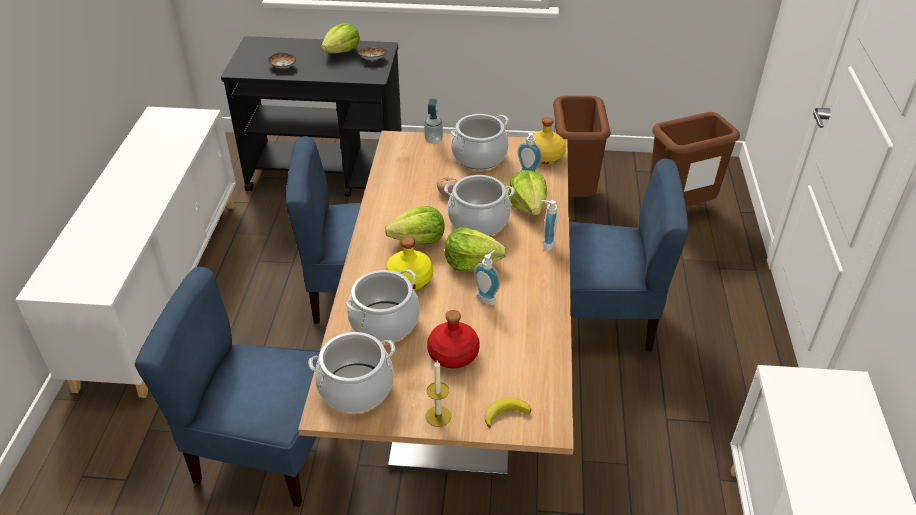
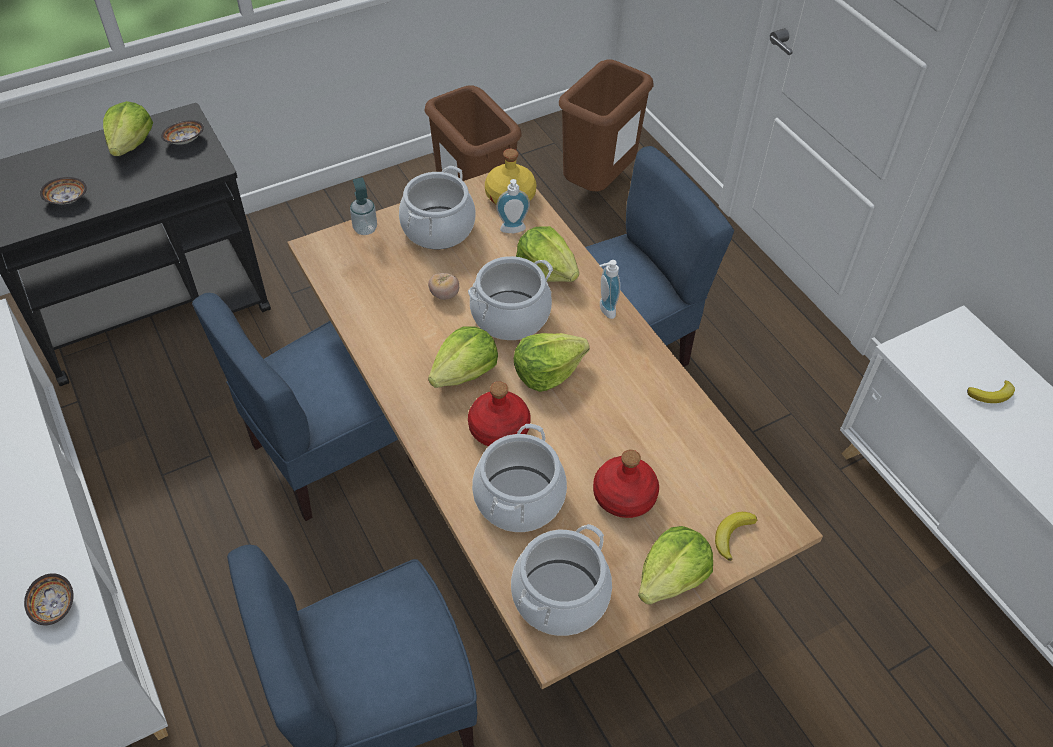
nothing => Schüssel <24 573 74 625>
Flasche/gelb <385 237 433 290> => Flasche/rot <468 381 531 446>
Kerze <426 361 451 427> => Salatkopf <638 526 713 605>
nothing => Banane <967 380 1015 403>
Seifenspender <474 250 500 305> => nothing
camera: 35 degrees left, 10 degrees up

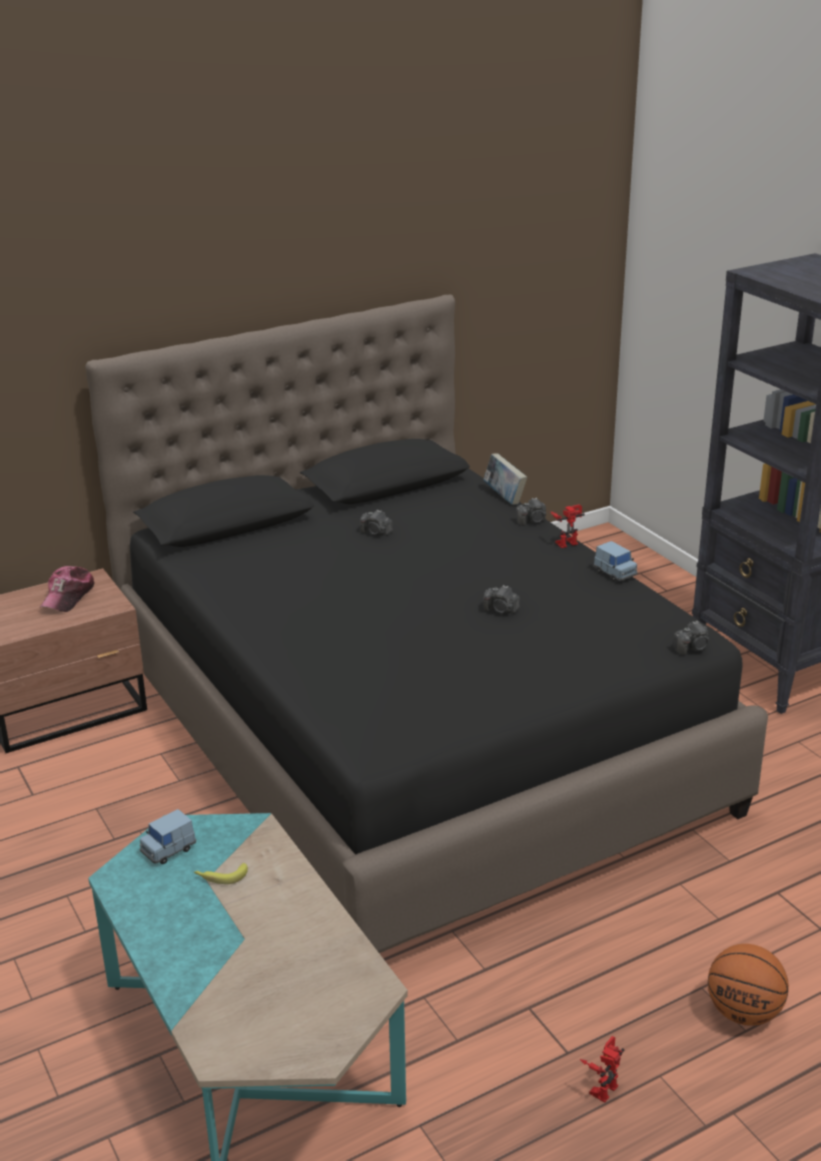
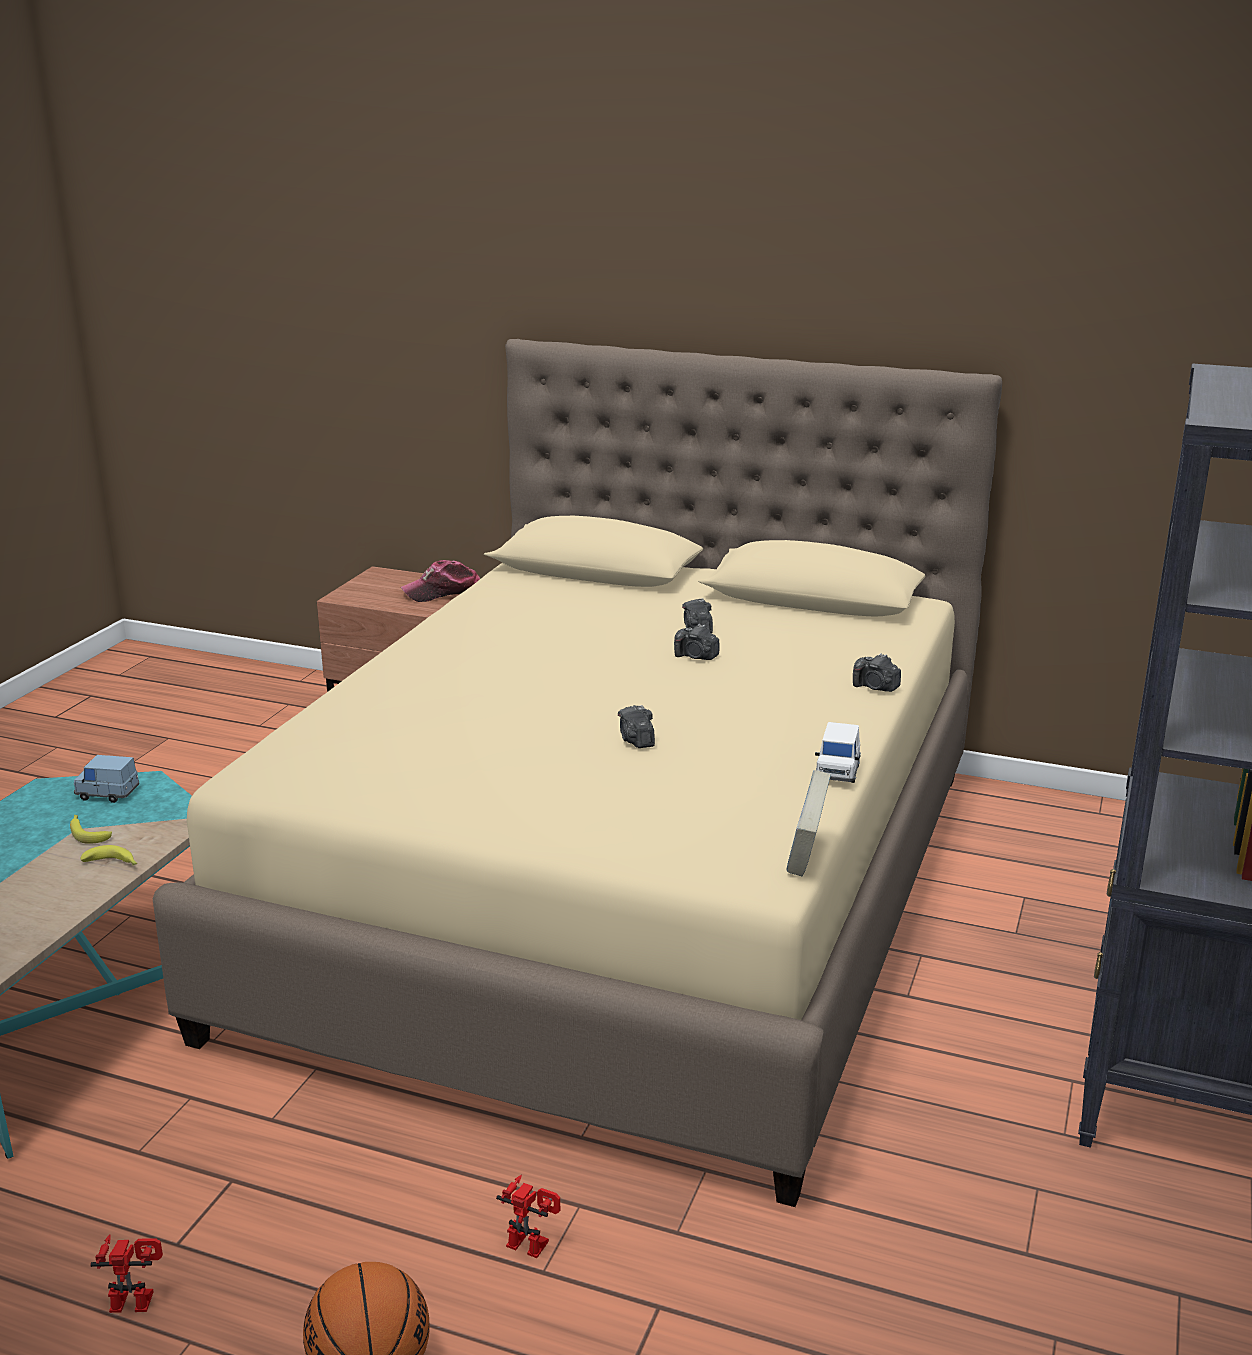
nothing => Banane <80 845 137 865>
Bett/schwarz <85 295 768 953> => Bett/beige <153 339 1002 1207>
Spielzeugroboter <550 504 585 548> => Spielzeugroboter <496 1175 560 1258>, moved
Kamera <673 621 710 655> => Kamera <674 624 719 660>, moved
Buch <483 453 527 505> => Buch <786 770 831 876>, moved
Spielzeugauto/blau <594 541 638 582> => Spielzeugauto/weiß <815 722 861 783>
camera: 50 degrees right, 5 degrees down

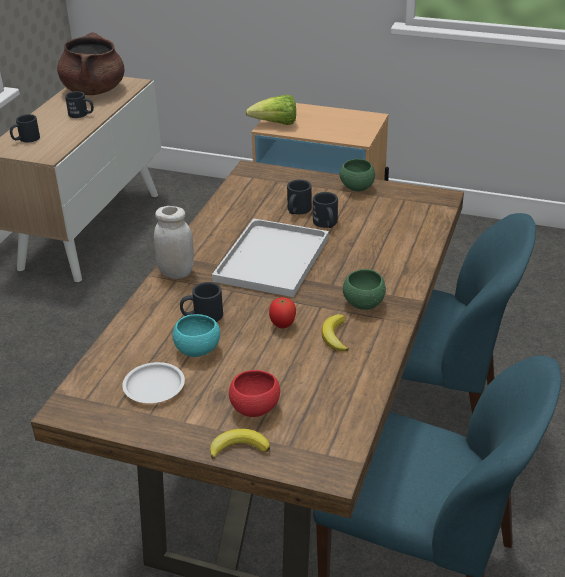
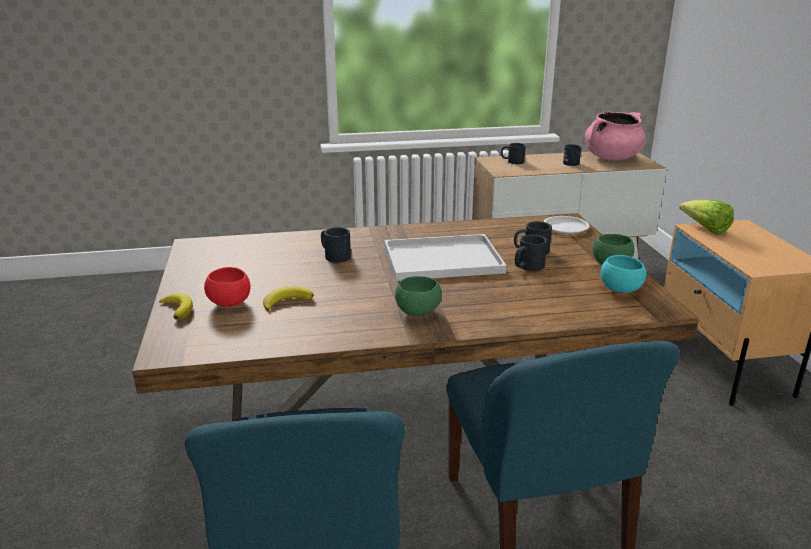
Banane <321 314 349 351> => Banane <263 286 313 311>, moved
Teller/weiß <123 362 185 403> => Teller/weiß <544 216 590 234>, moved
Kochtopf/braun <57 32 124 95> => Kochtopf/rosa <585 112 646 160>
Schüssel/türkis <173 314 220 357> => Schüssel/türkis <600 255 646 293>, moved
Vorratsglas/weiß <154 206 194 279> => nothing
Tomate <269 297 296 328> => nothing
camera: 60 degrees right, 10 degrees down

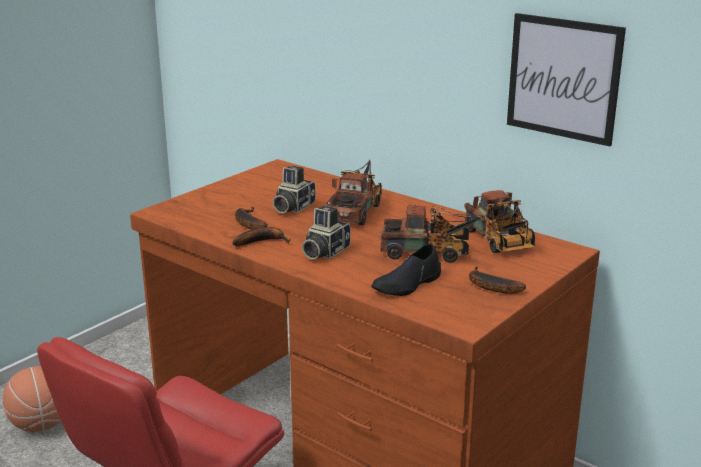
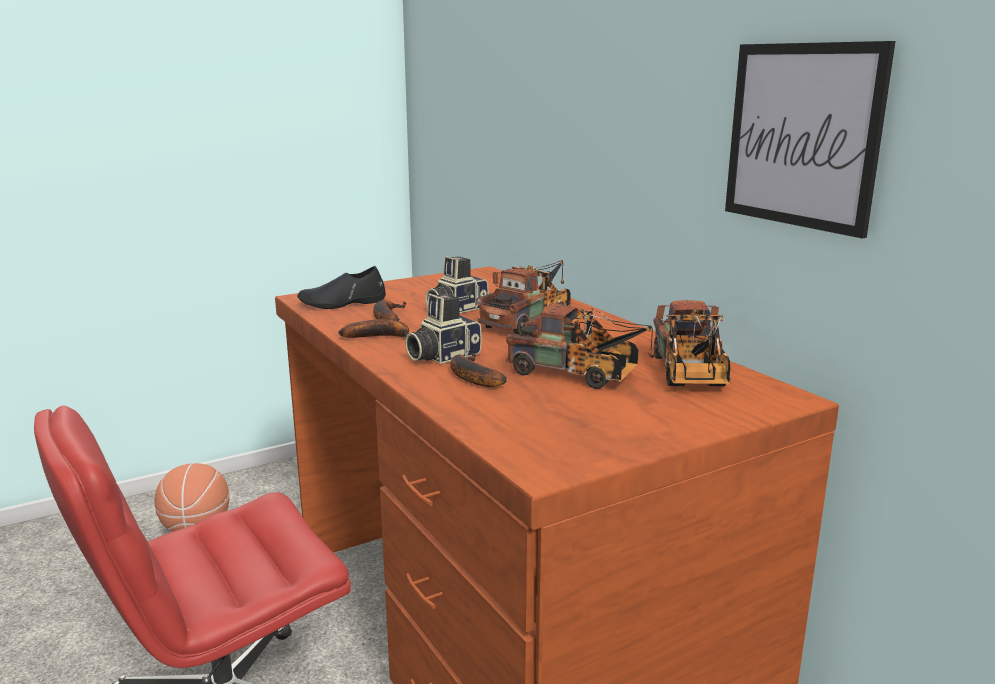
Schuh/schwarz <371 243 441 296> => Schuh/schwarz <297 266 386 309>, moved
Banane <469 267 526 294> => Banane <450 353 507 387>, moved
camera: 20 degrees right, 5 degrees down

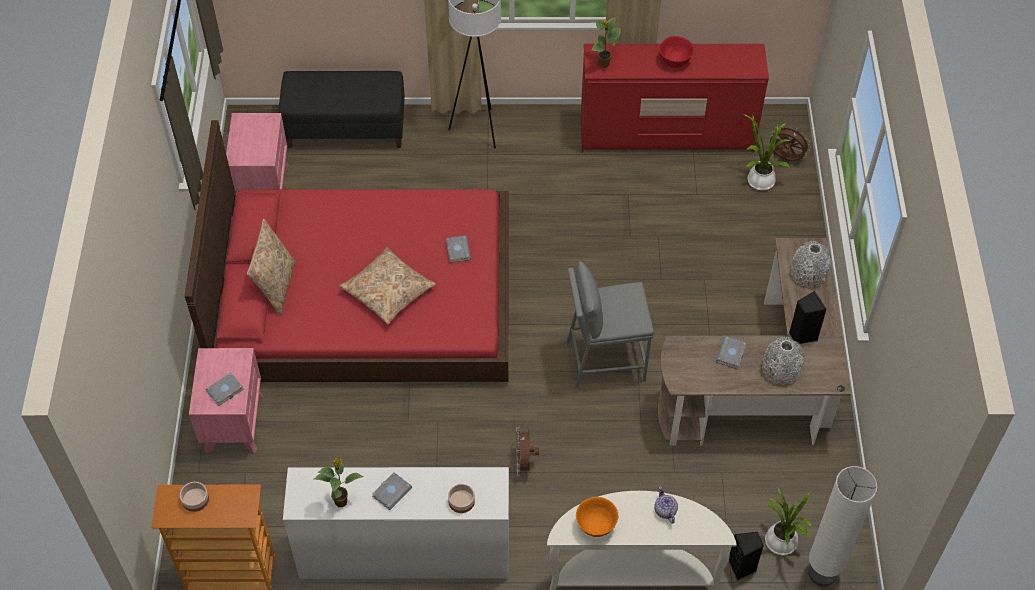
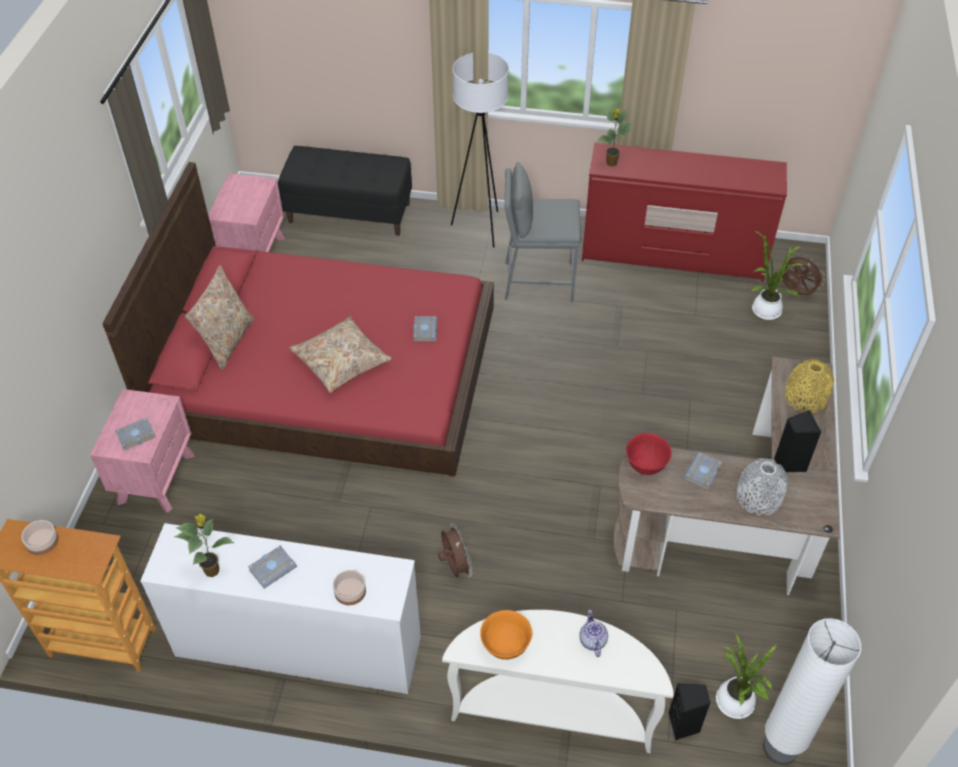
Ventilator/braun <516 427 539 476> => Ventilator/braun <438 524 473 578>, 150 degrees clockwise
Hocker/grau <566 261 654 388> => Hocker/grau <504 162 581 302>, moved
Schüssel/rot <659 36 694 68> => Schüssel/rot <626 433 672 475>, moved
Vase/grau <791 241 831 287> => Vase/gelb <785 359 834 413>
camera: 10 degrees right, 5 degrees down

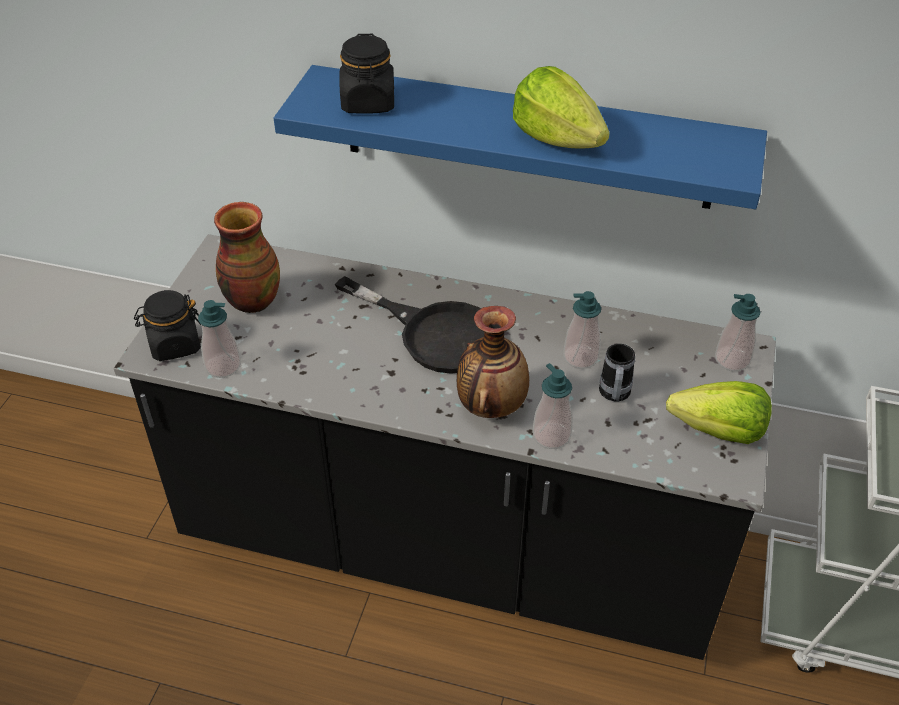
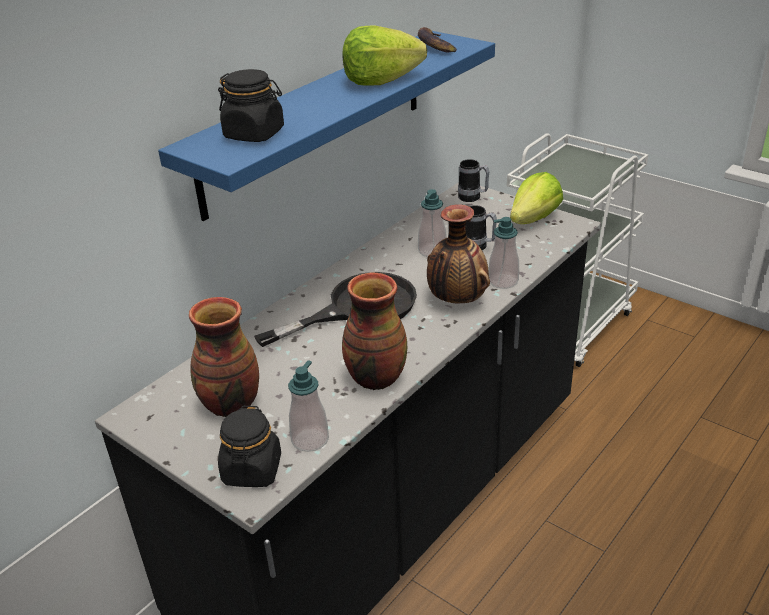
nothing => Vase <342 272 407 390>
nothing => Banane <418 27 457 53>
Seifenspender <715 294 761 371> => Henkelbecher <458 159 490 202>
camera: 65 degrees left, 10 degrees down

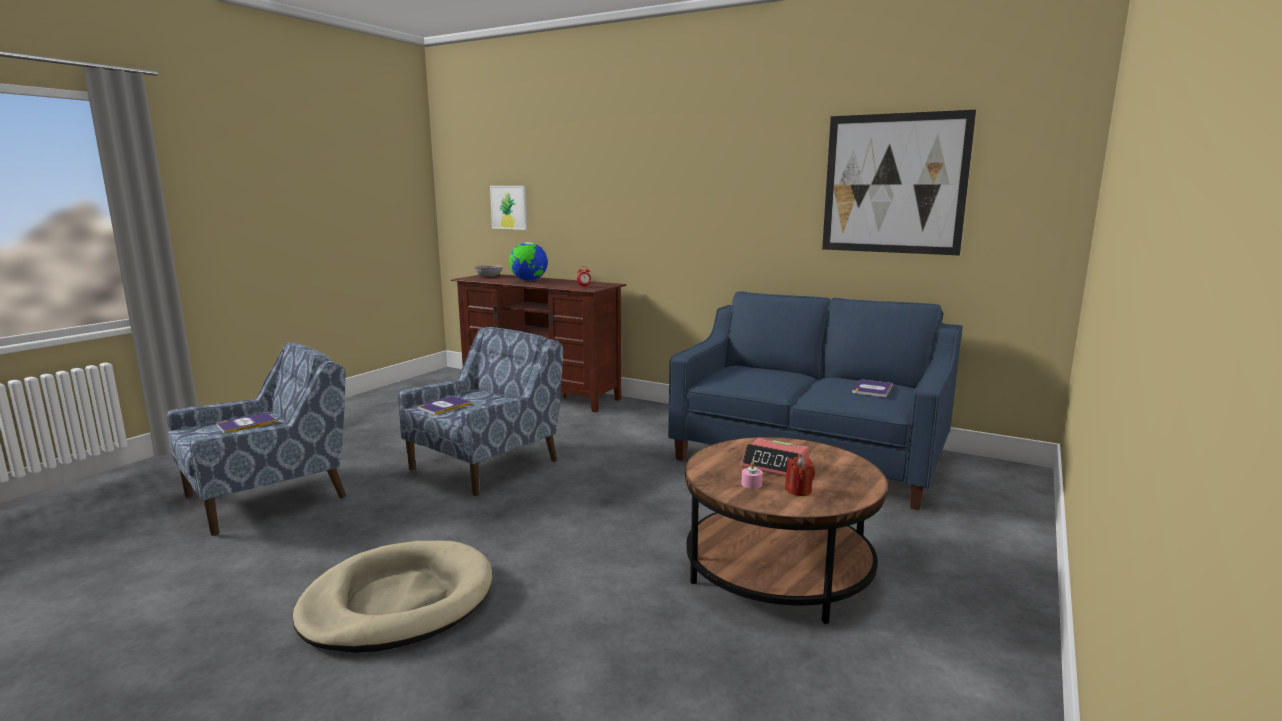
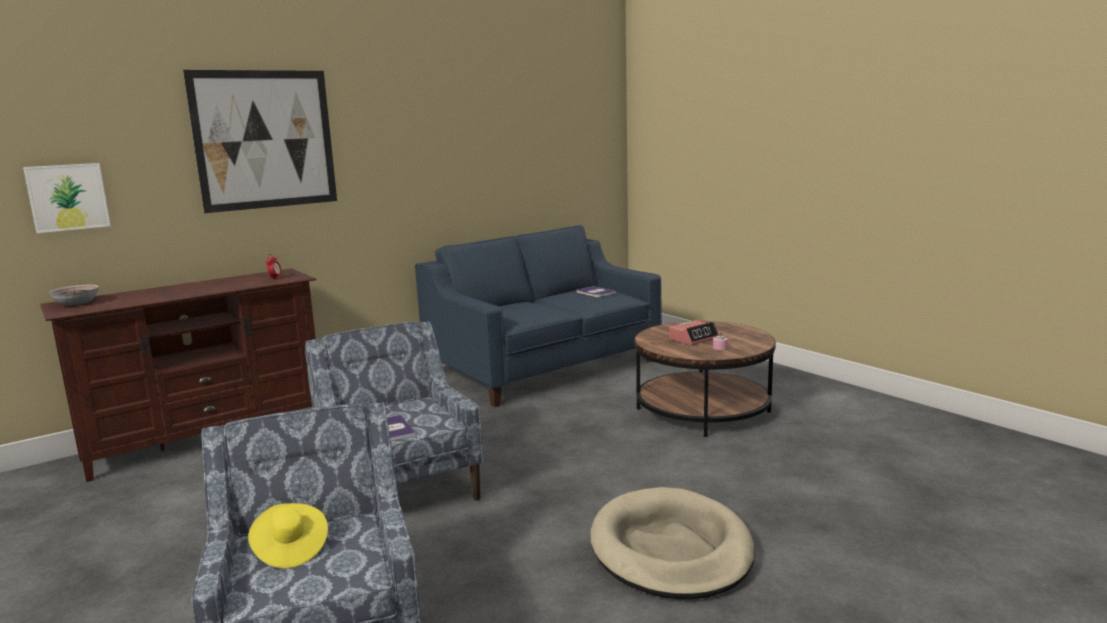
Bild <822 110 976 255> => Bild <183 70 337 213>, moved
Buch <217 413 277 433> => Hut/gelb <248 503 328 568>
Globus <509 242 548 281> => nothing
Kerze/rot <785 456 815 496> => nothing
camera: 65 degrees left, 0 degrees up

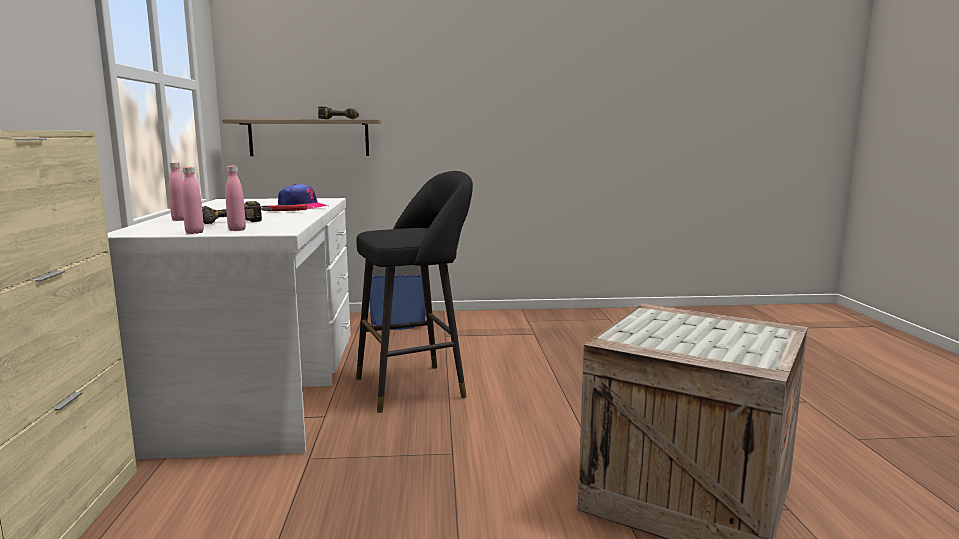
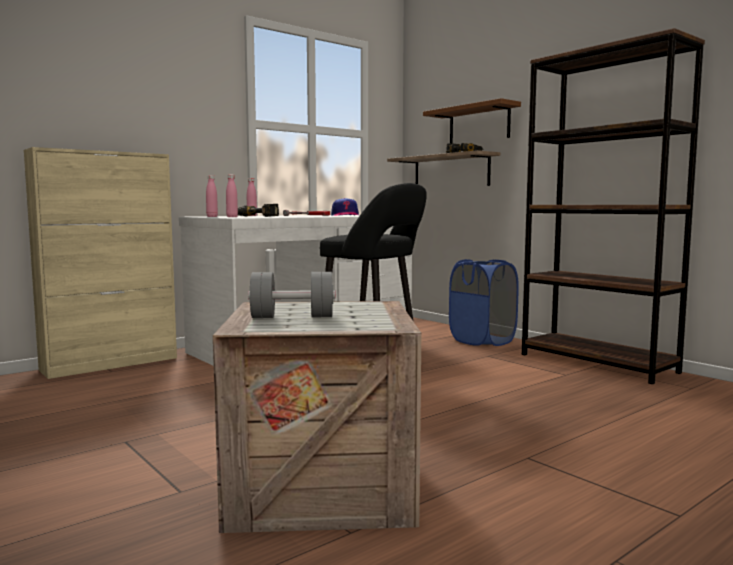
nothing => Hantel/grau <248 272 335 318>
nothing => Wandregal/braun <423 98 521 144>
nothing => Bücherregal/braun <522 28 705 384>
camera: 55 degrees right, 5 degrees down

